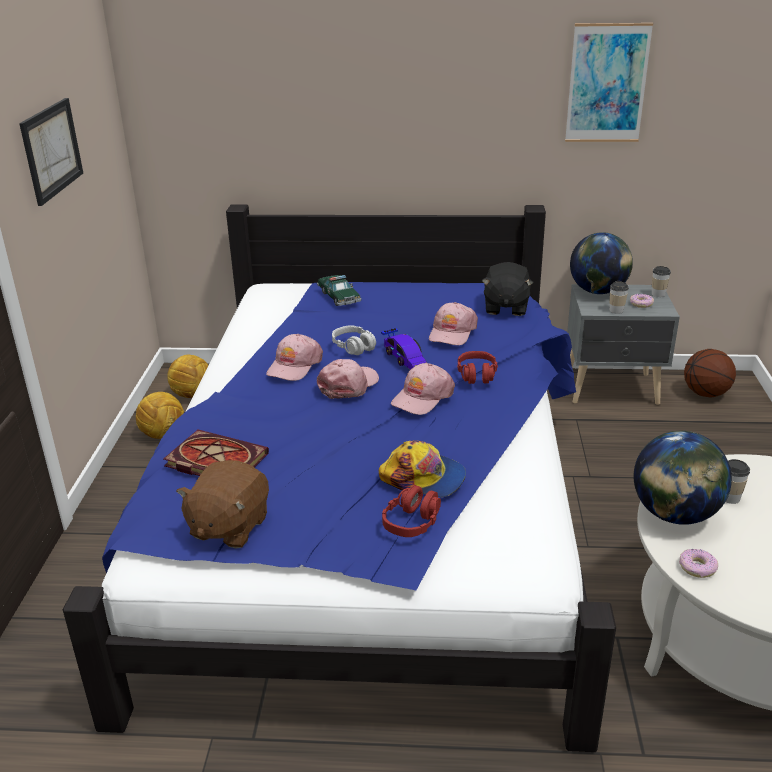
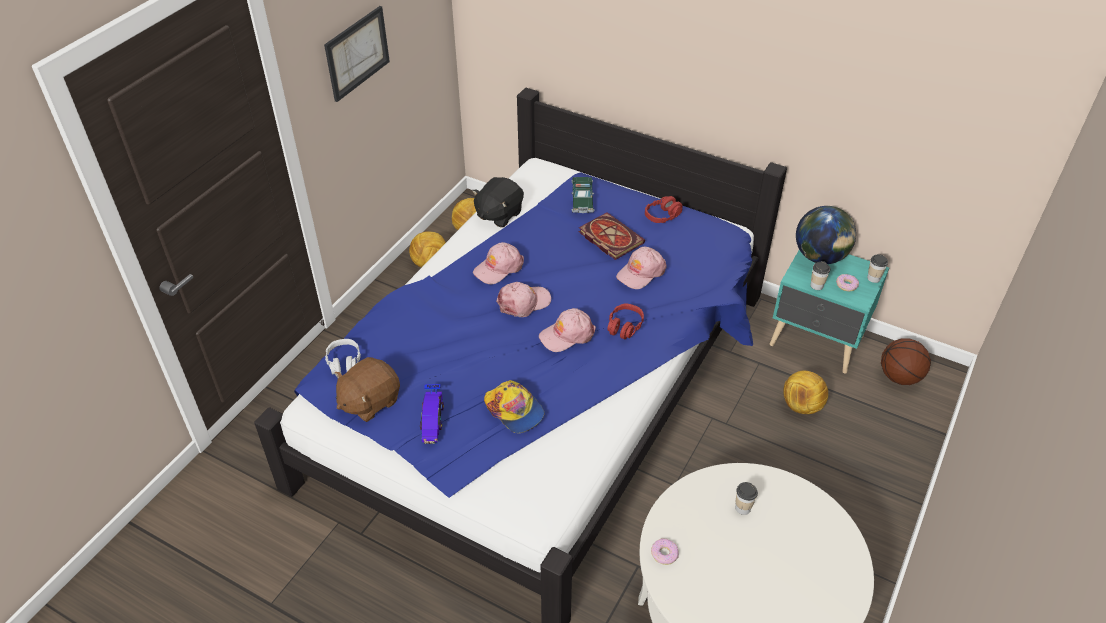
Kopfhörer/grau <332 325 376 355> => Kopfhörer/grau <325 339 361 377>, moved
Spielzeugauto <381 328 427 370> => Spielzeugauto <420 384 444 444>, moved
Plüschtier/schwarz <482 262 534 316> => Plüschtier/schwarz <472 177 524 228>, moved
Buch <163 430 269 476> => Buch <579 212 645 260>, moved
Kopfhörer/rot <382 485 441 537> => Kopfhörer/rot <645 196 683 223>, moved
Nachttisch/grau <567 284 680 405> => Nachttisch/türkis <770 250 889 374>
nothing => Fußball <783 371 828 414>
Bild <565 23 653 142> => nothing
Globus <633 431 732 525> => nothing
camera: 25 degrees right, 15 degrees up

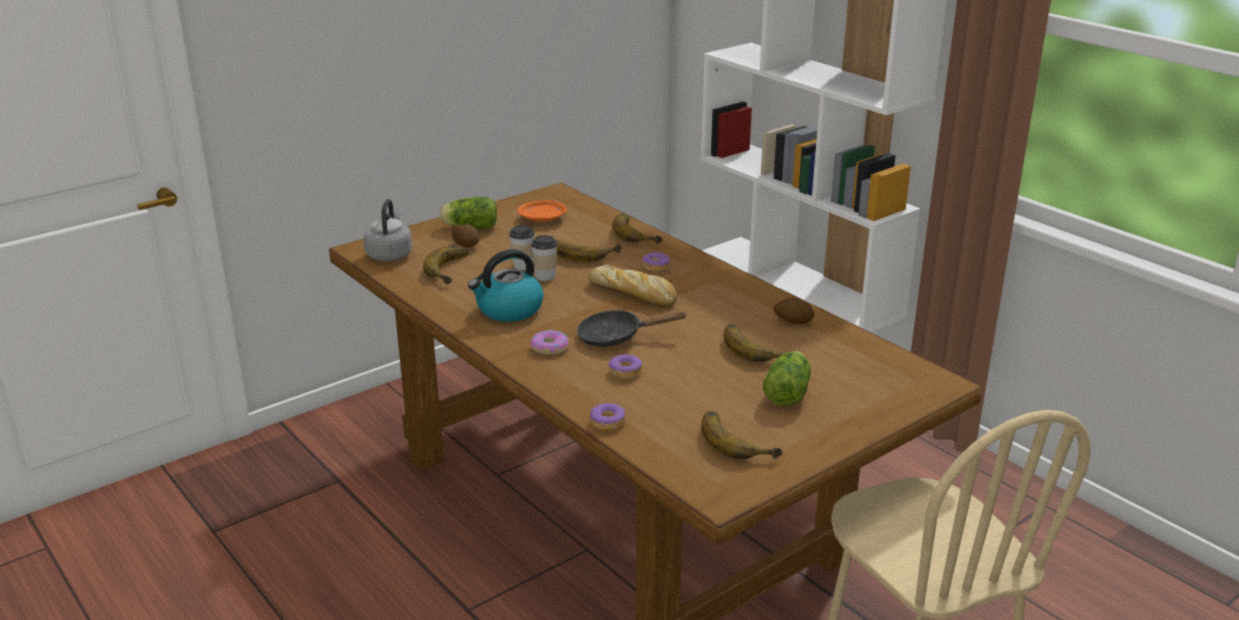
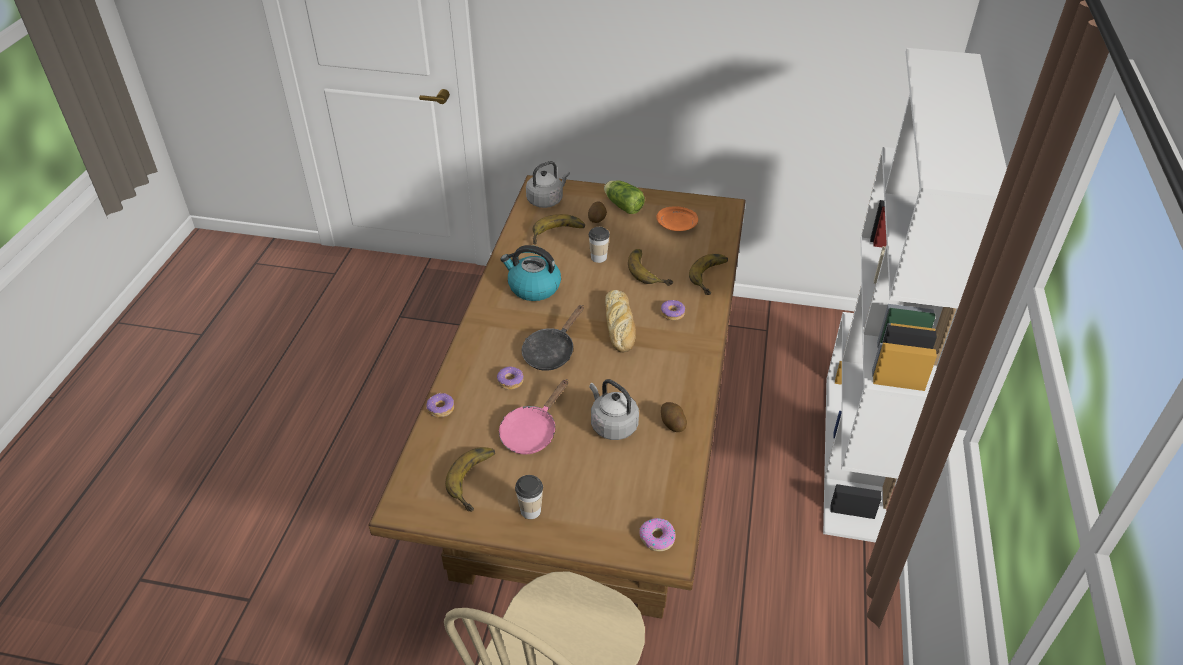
nothing => Pfanne/rosa <499 379 568 454>
Tasse <531 235 557 281> => Tasse <515 475 543 519>, moved
Pfanne/schwarz <577 310 687 347> => Pfanne/schwarz <522 305 584 371>, 105 degrees counterclockwise
Banane <724 324 790 362> => Wasserkessel/grau <589 379 639 440>
Donut <531 330 569 355> => Donut <639 518 675 551>, moved
Salatkopf <763 351 811 407> => nothing
camera: 50 degrees right, 15 degrees up

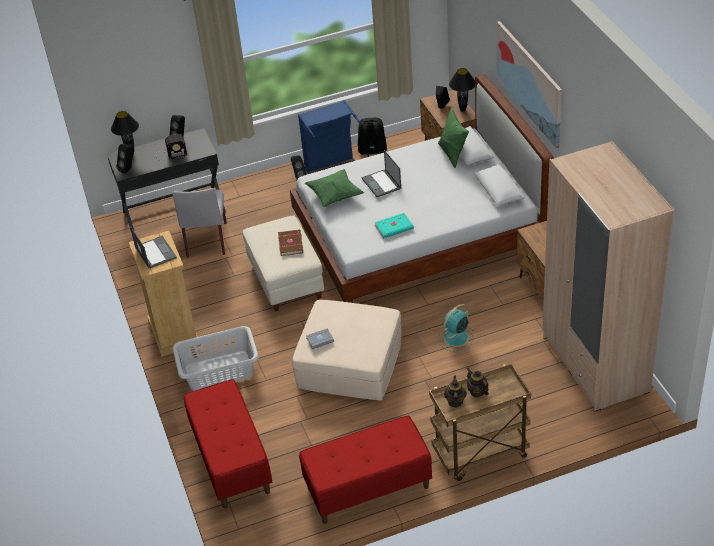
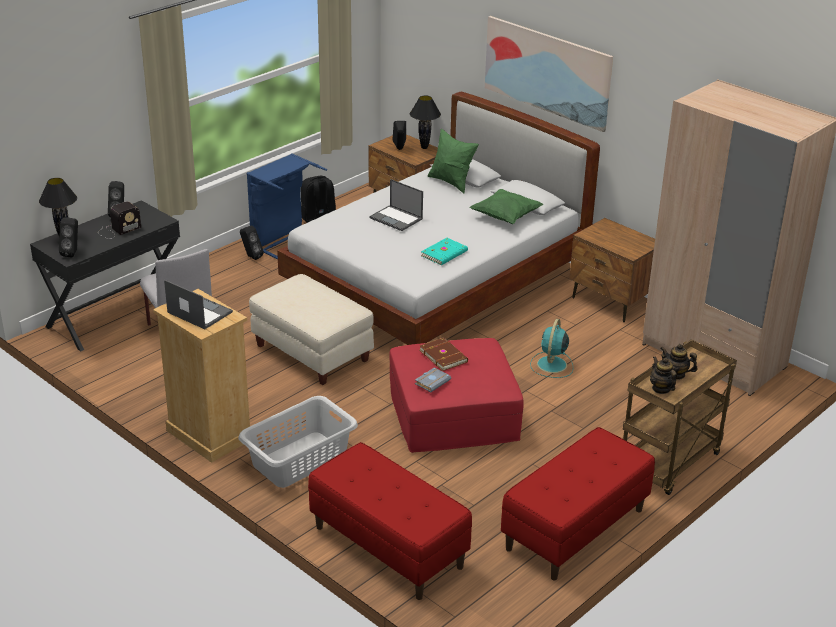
Polsterhocker/beige <292 300 401 401> => Polsterhocker/rot <389 338 524 453>
Buch/braun <278 229 303 256> => Buch/braun <420 337 468 371>, moved
Kissen/grün <305 169 364 207> => Kissen/grün <469 189 543 224>, moved
camera: 30 degrees left, 10 degrees down

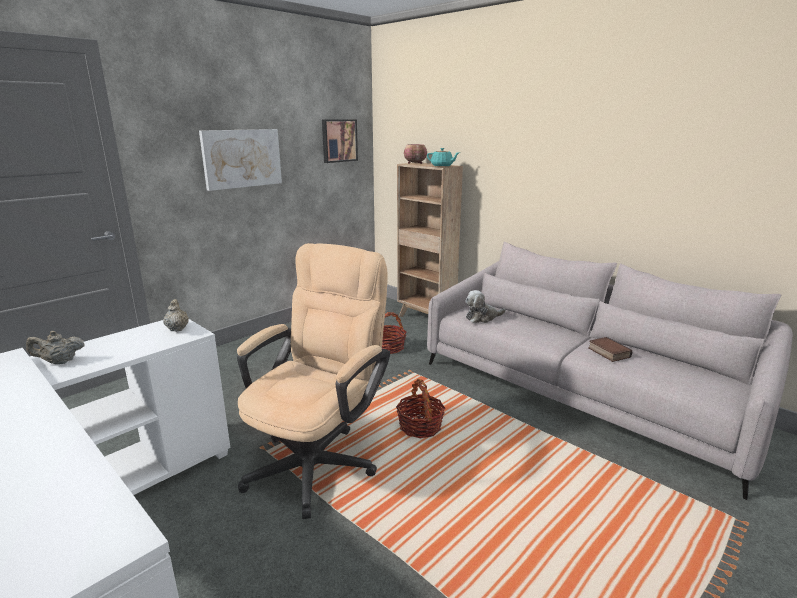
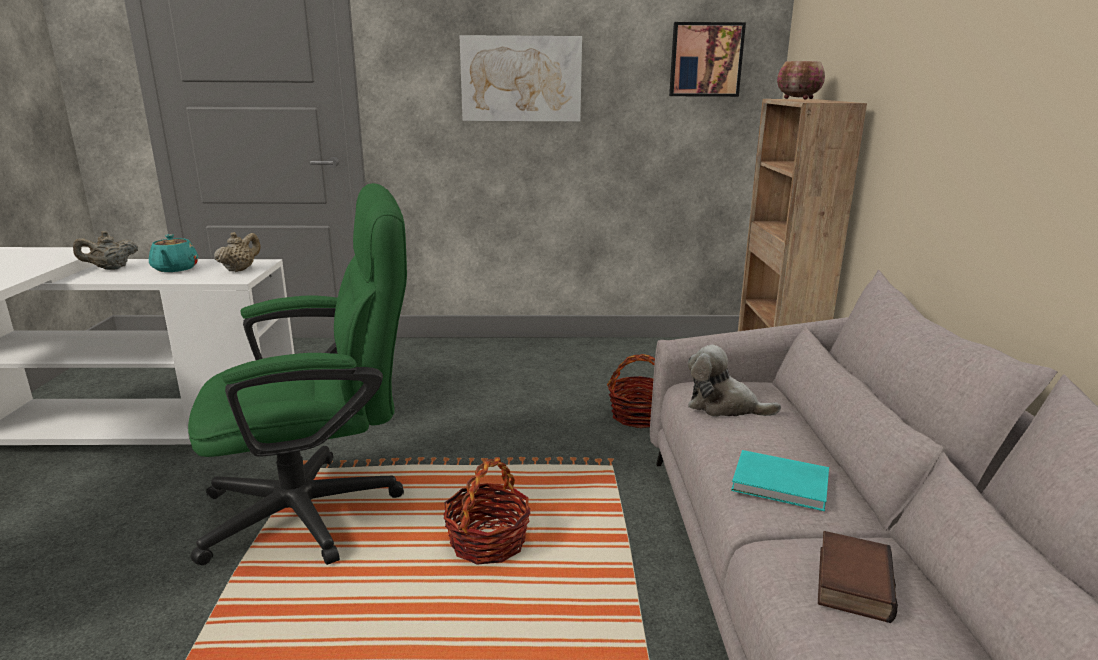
Teekanne/beige <26 331 84 364> => Teekanne/beige <73 231 138 270>, 60 degrees counterclockwise
Teekanne/türkis <427 148 460 167> => Teekanne/türkis <149 234 198 272>, moved
Bürostuhl/beige <237 243 390 519> => Bürostuhl/grün <188 183 407 565>
nothing => Buch/türkis <731 450 829 511>
camera: 45 degrees right, 0 degrees up

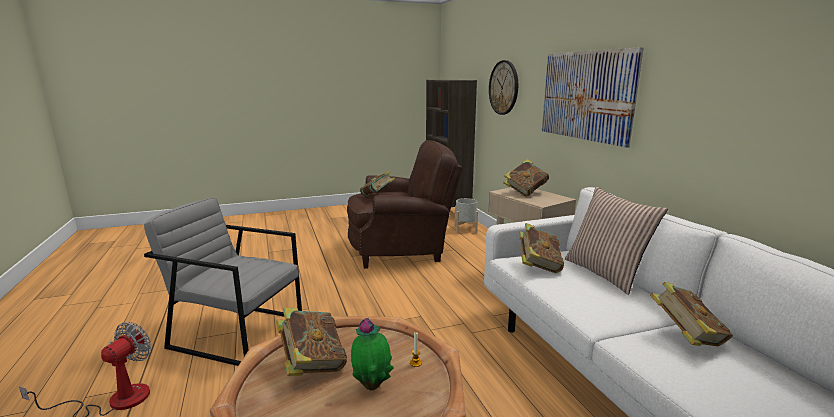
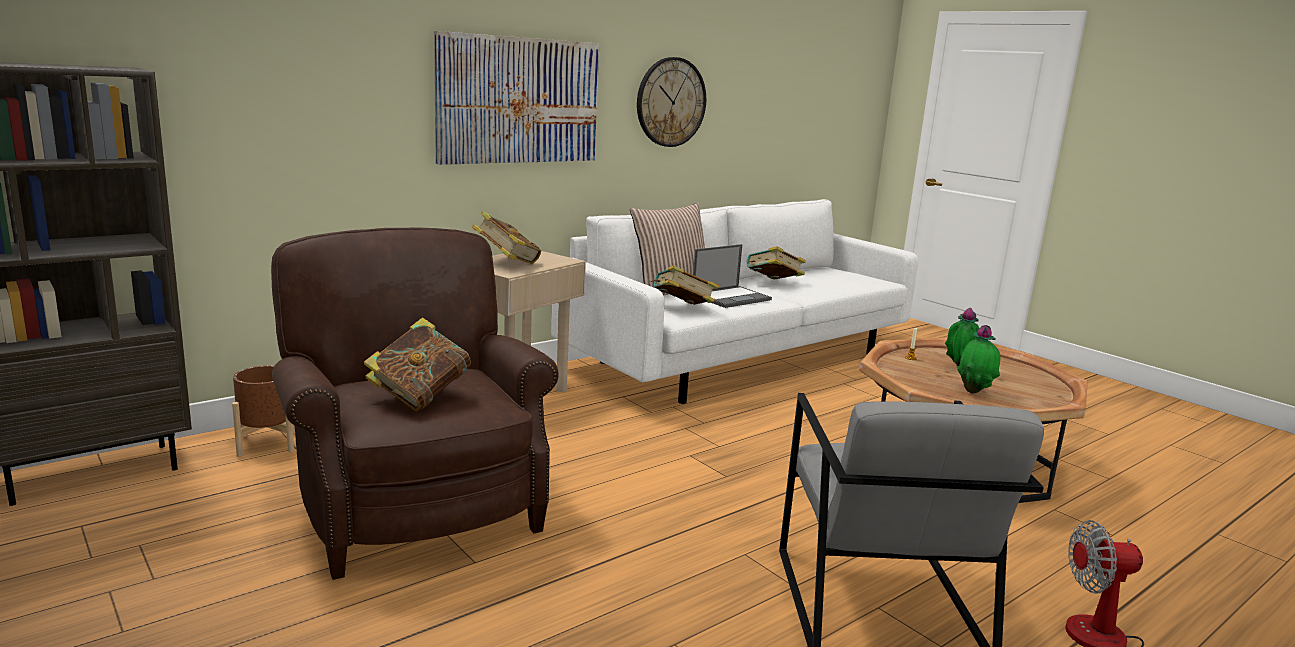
Pflanzkübel/grau <454 198 478 233> => Pflanzkübel/braun <232 365 295 457>
Wanduhr <489 60 518 115> => Wanduhr <637 57 706 147>, moved
nothing => Laptop <693 244 772 308>
Buch <276 307 347 376> => Topfpflanze <957 325 1001 394>
camera: 110 degrees left, 0 degrees up

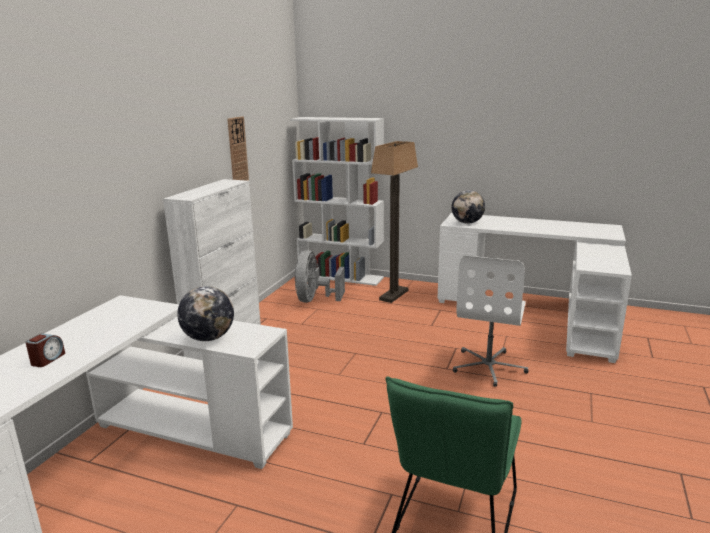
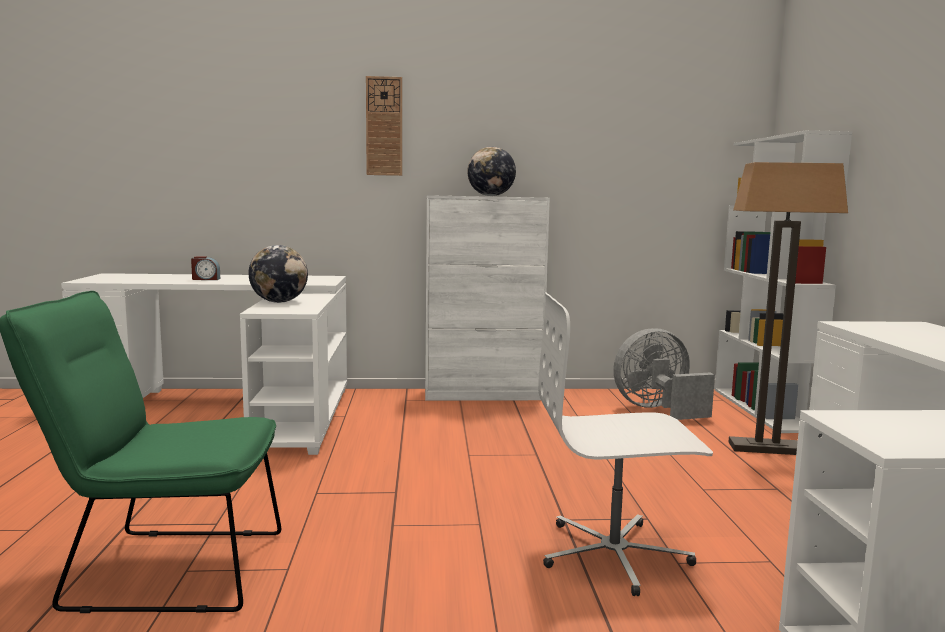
Wanduhr <227 116 249 181> => Wanduhr <366 76 402 176>, moved
Globus <452 190 485 224> => Globus <467 146 516 196>, moved
camera: 65 degrees right, 10 degrees down

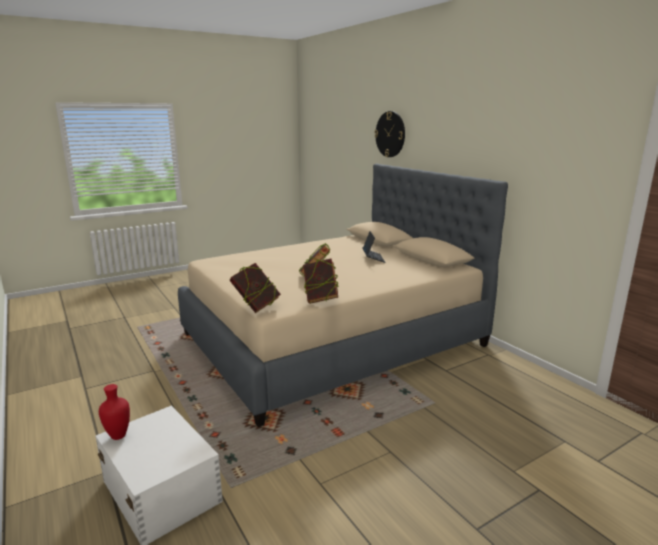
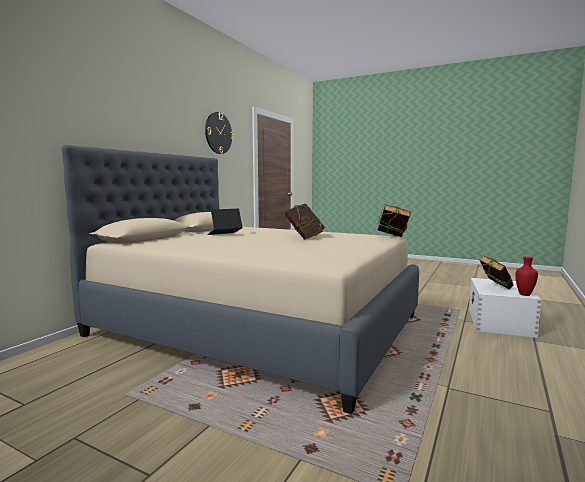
Wanduhr <374 111 405 157> => Wanduhr <205 112 233 154>, moved
Buch <303 258 339 304> => Buch <480 256 514 289>, moved
camera: 120 degrees left, 10 degrees down

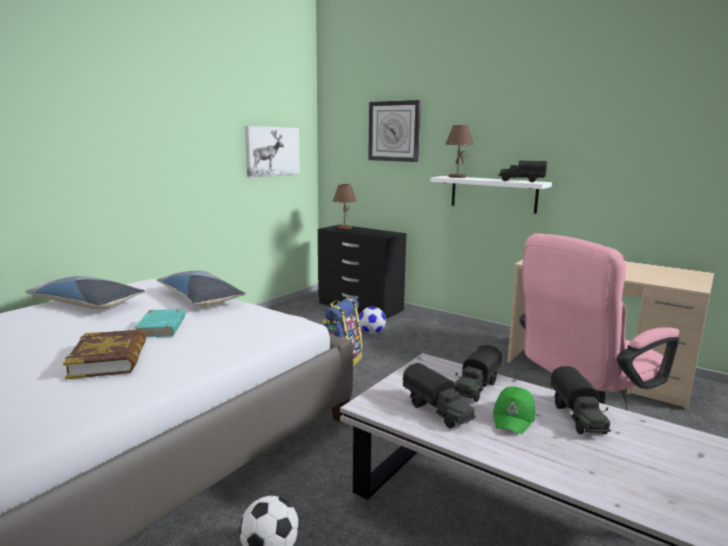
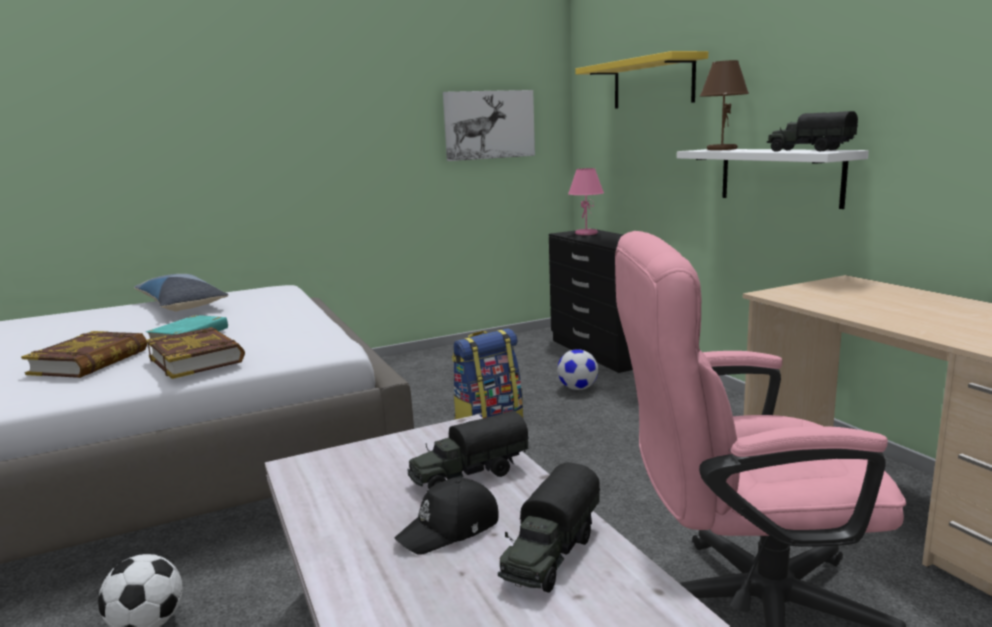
nothing => Buch <146 327 245 379>
Kappe/grün <493 386 535 434> => Kappe/schwarz <394 477 499 554>
Tischlampe/braun <333 184 357 230> => Tischlampe/rosa <568 168 604 235>
Wanduhr <368 100 421 162> => Wandregal/gelb <575 51 708 109>
Kissen <157 270 246 307> => nothing
Spielzeuglaster <403 363 476 428> => nothing
camera: 30 degrees right, 0 degrees up

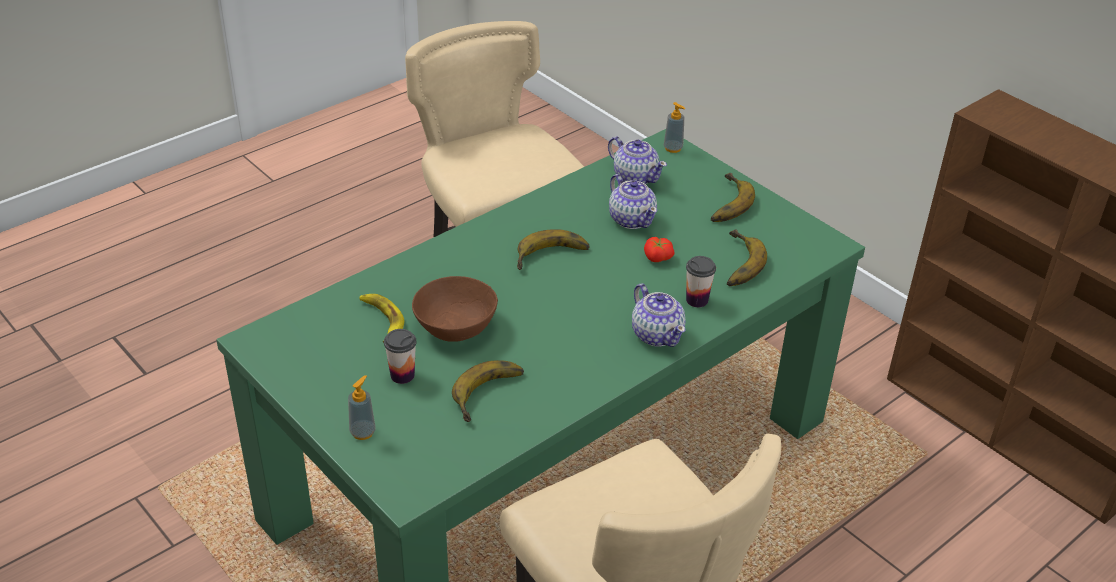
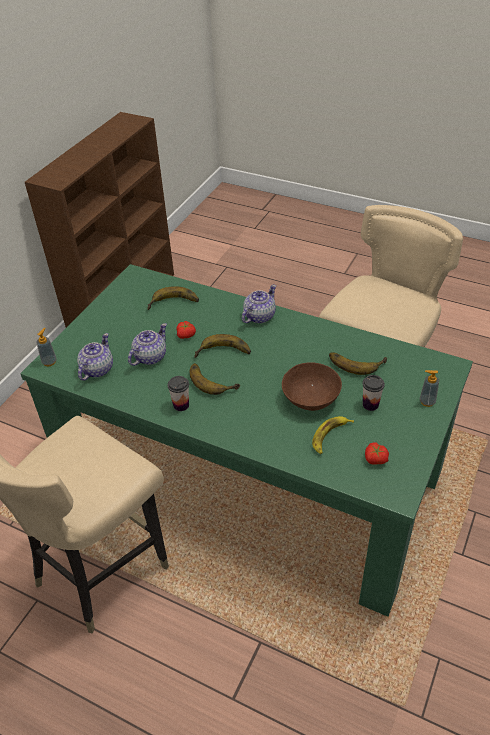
Tasse <686 256 716 307> => Tasse <168 376 189 411>, moved
Banane <711 173 755 222> => Banane <194 334 251 358>, moved
nothing => Tomate <365 442 389 465>
camera: 110 degrees left, 5 degrees up

